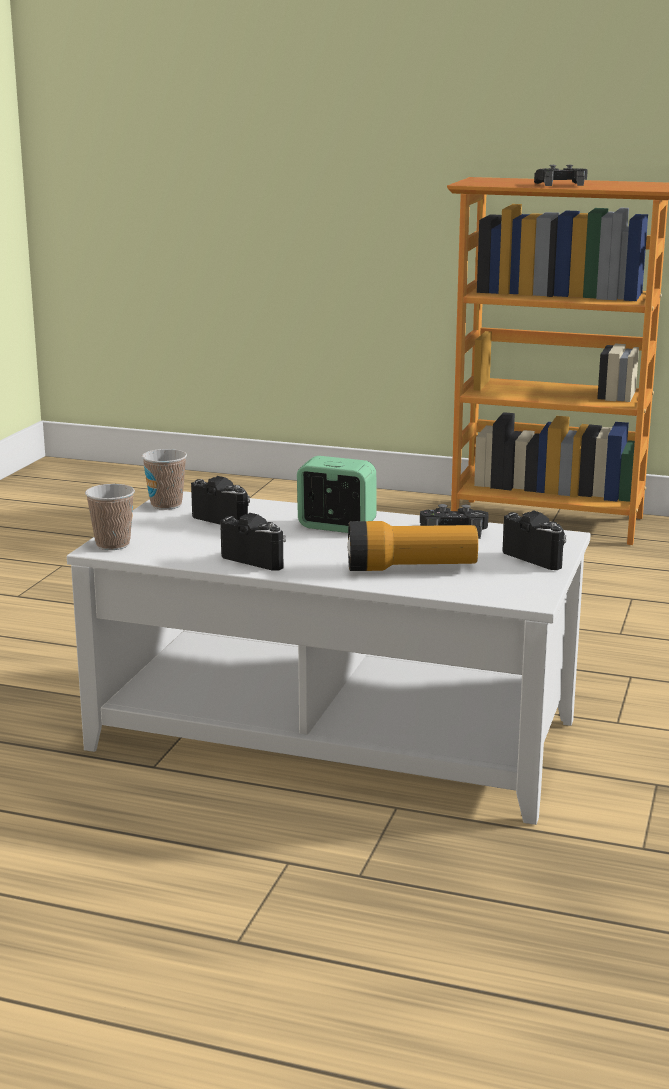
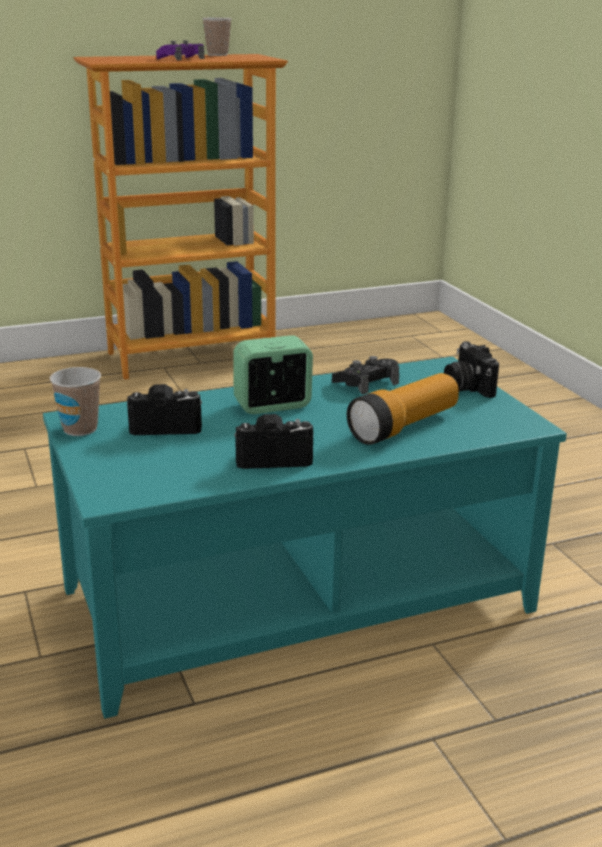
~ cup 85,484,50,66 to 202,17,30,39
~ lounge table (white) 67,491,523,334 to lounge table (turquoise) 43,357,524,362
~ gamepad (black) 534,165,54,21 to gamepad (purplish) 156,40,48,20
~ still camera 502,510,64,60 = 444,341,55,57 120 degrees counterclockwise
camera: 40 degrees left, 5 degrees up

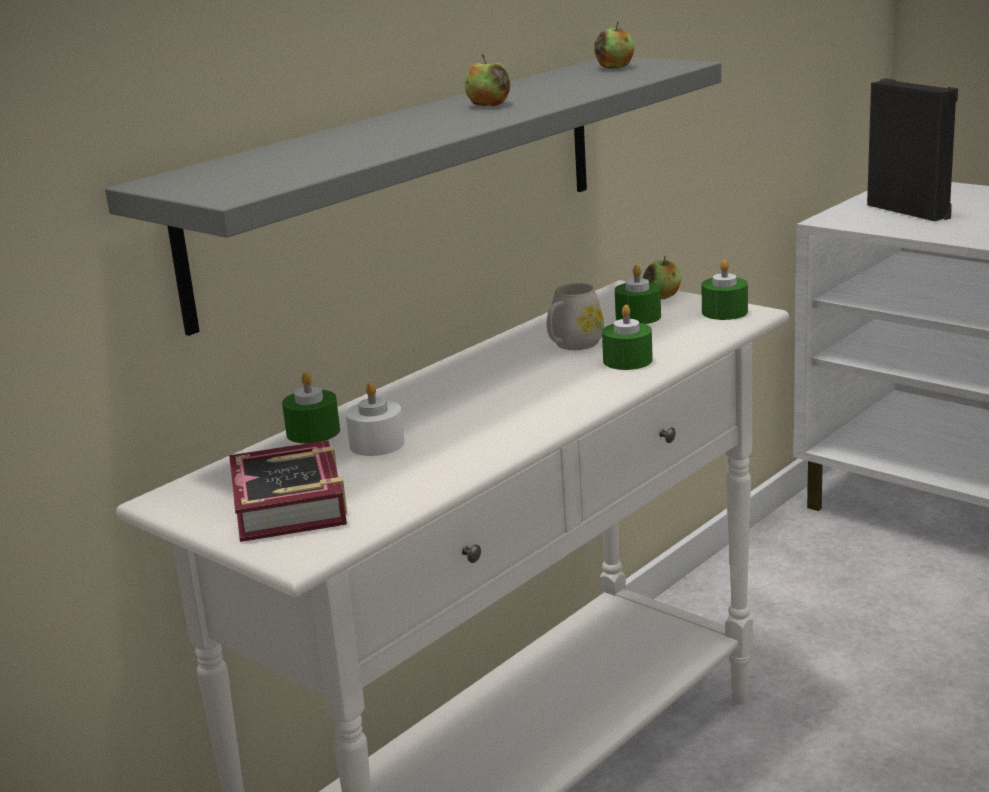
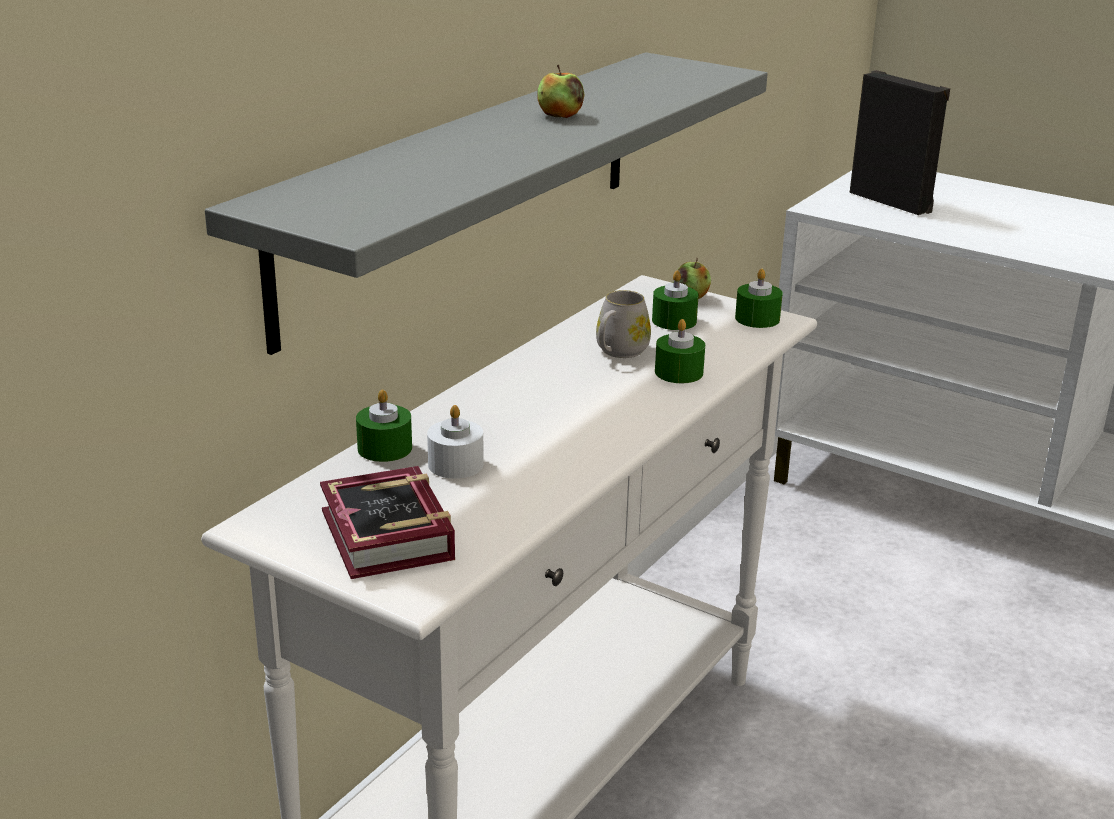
- whole apple 594,21,41,48
camera: 10 degrees left, 5 degrees up

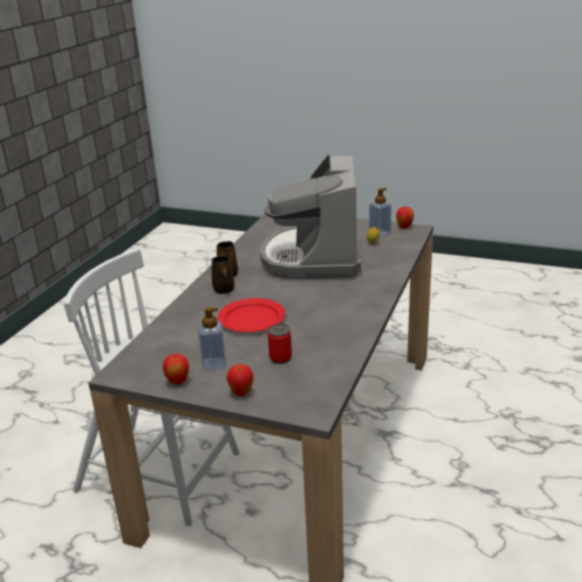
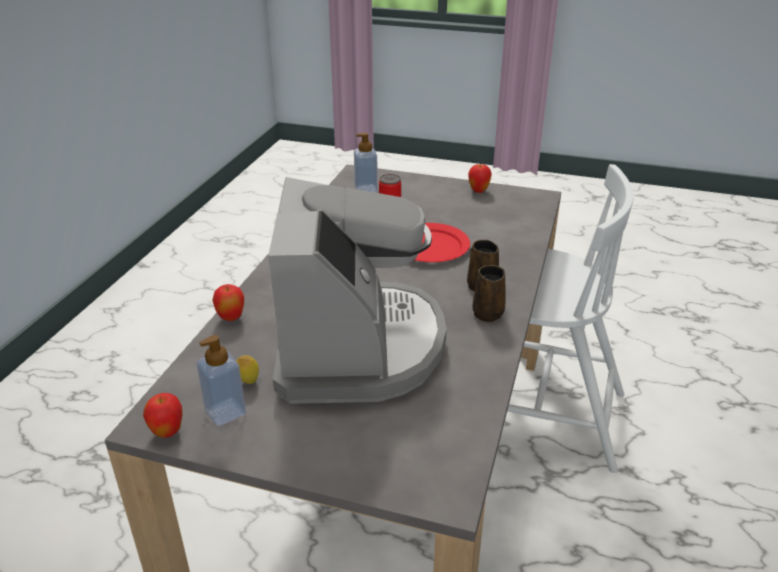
~ soap dispenser 199,307,27,64 to 354,133,24,60
~ whole apple 227,364,27,32 to 212,284,32,37
camera: 175 degrees right, 5 degrees up

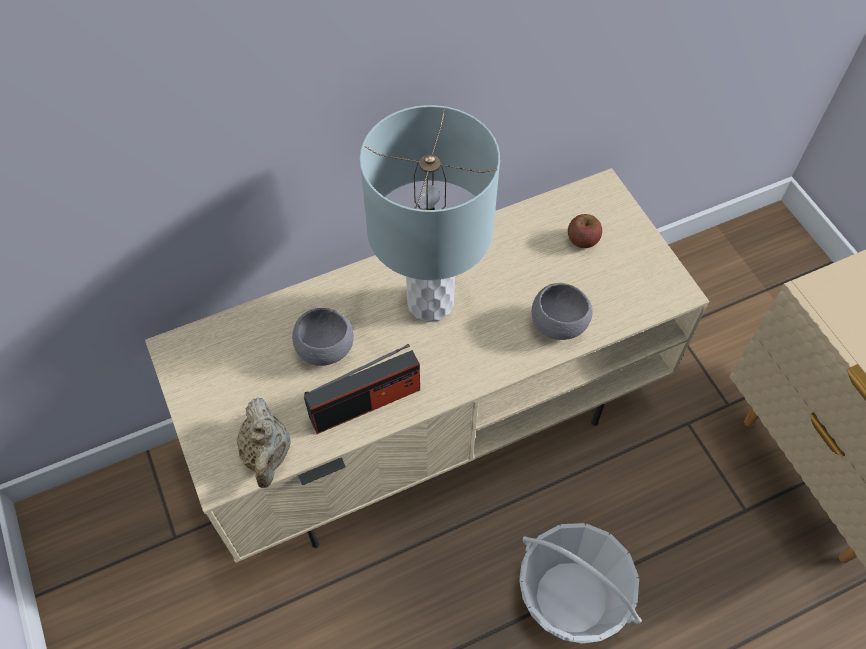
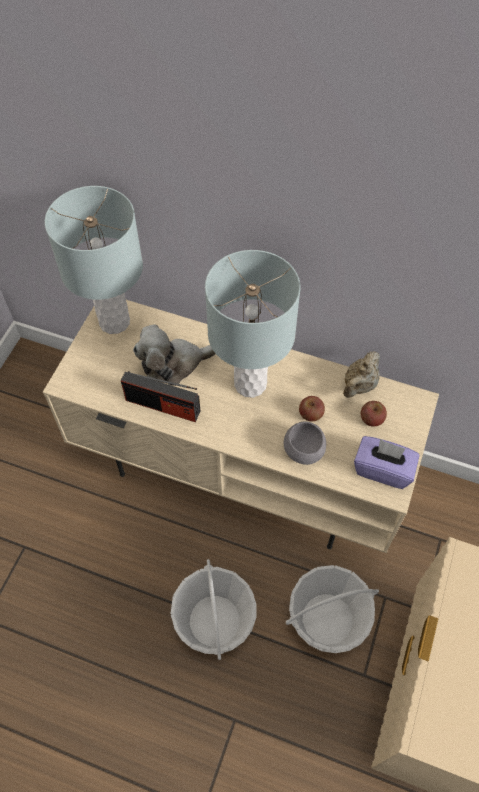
+ table lamp (greyish) 45,186,98,148
+ household basket 286,565,93,88
+ whole apple 299,396,26,26
+ tissue holder (purplish) 354,436,65,53
~ pot for tea (sand-coloured) 236,397,54,91 to 343,351,37,47
~ deep dish (greyish) 292,308,62,58 to cuddly toy 133,324,82,62
camera: 45 degrees right, 0 degrees up

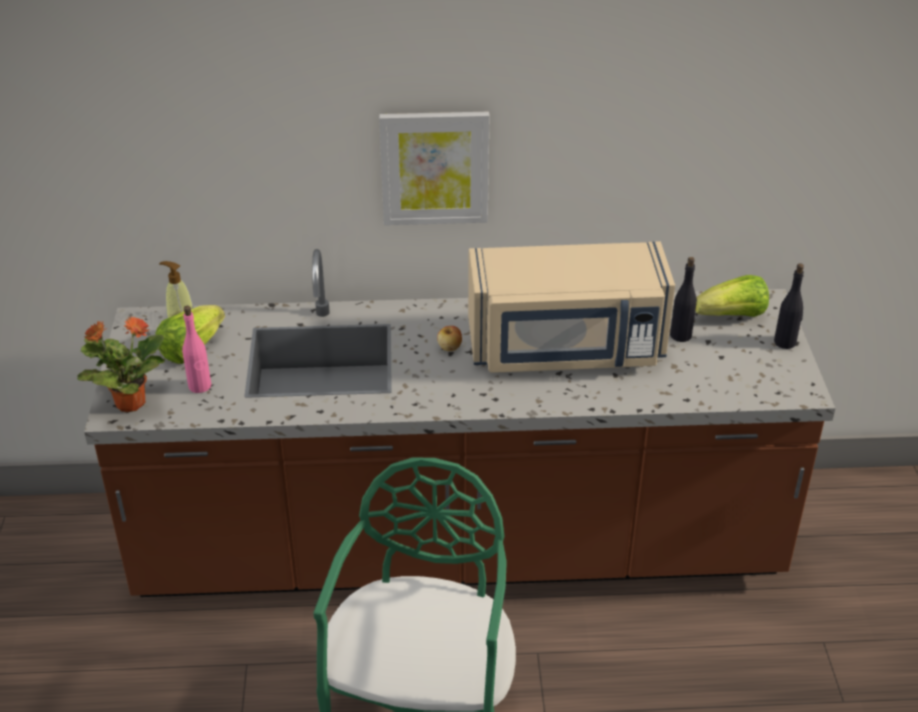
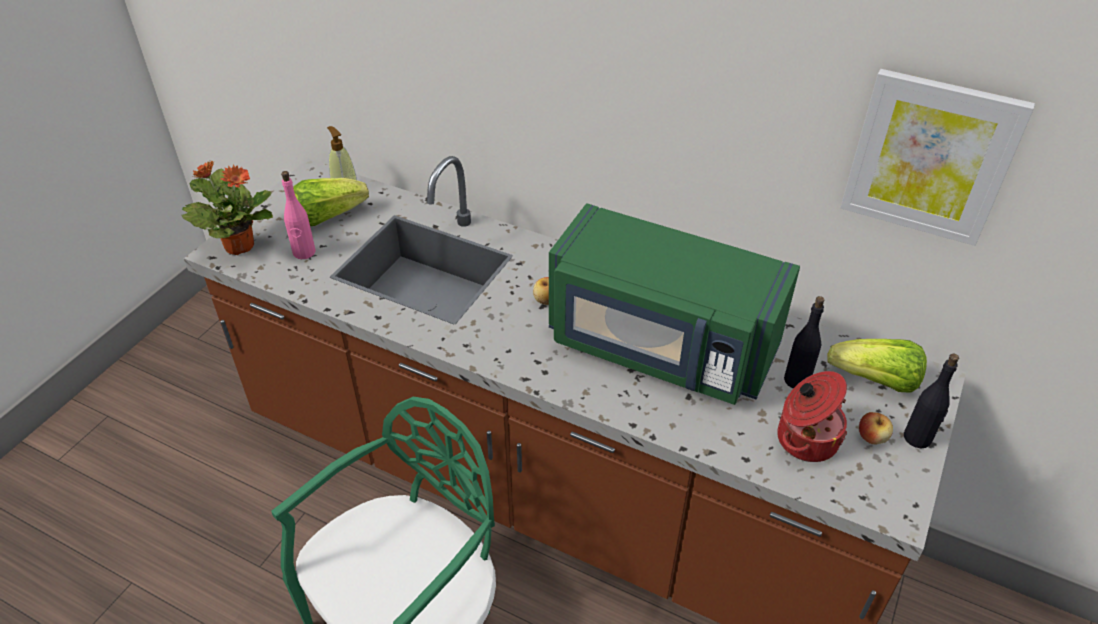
+ saucepot 777,371,70,91
+ whole apple 859,412,34,32
~ picture 379,112,111,113 to 840,69,195,177
~ microwave (sand-coloured) 468,241,207,132 to microwave (greenish) 549,203,251,202
camera: 30 degrees right, 5 degrees up

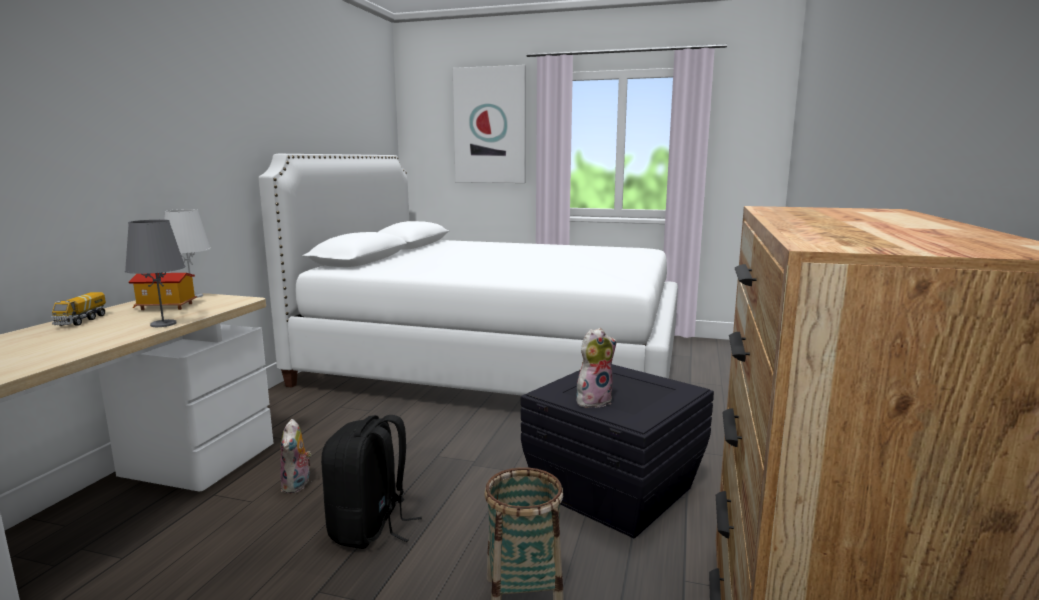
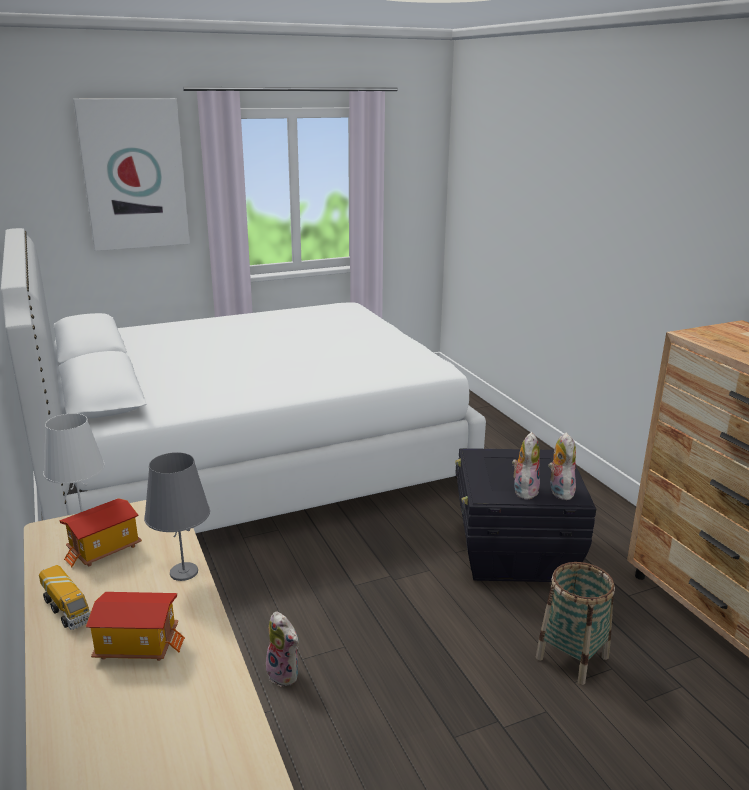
- backpack (black) 321,415,101,134
+ model house 86,592,99,69
+ cuddly toy 548,432,28,68
camera: 40 degrees left, 10 degrees up

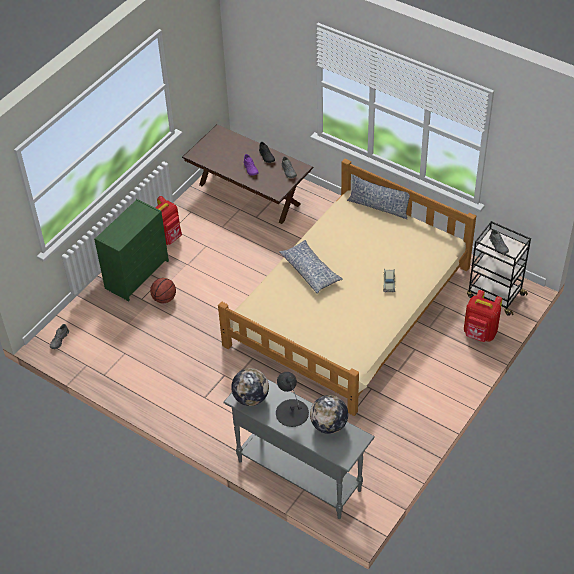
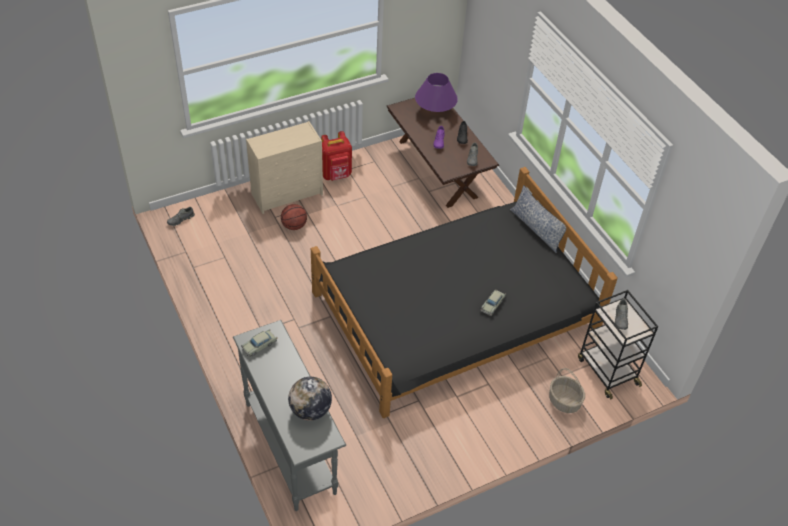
- table lamp (black) 276,372,33,55
- pillow 279,240,64,54
+ table lamp (purplish) 415,73,43,39
~ globe 231,368,38,38 to miniature car (sand-coloured) 241,329,36,28
~ backpack (reddish) 464,290,38,52 to household basket 549,368,36,45
~ drawer chest (greenish) 94,199,75,102 to drawer chest (sand-coloured) 246,121,77,93
~ bedroom bed (sand-coloured) 218,159,258,257 to bedroom bed (black) 311,167,307,251
camera: 25 degrees right, 0 degrees up

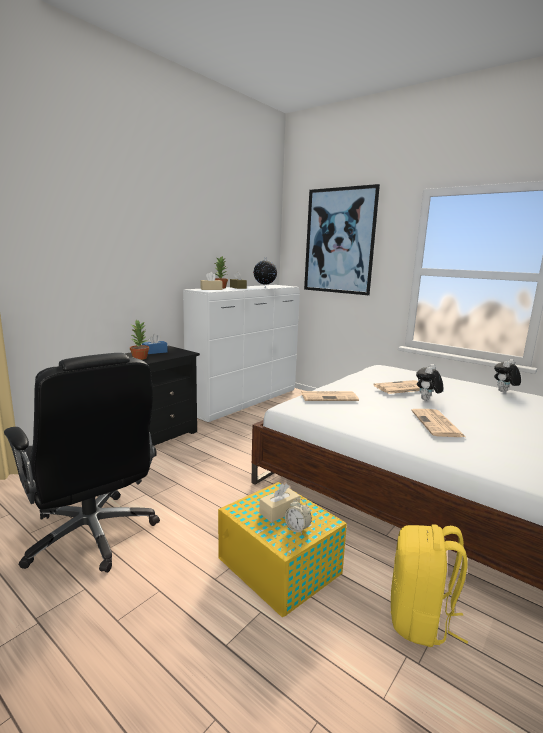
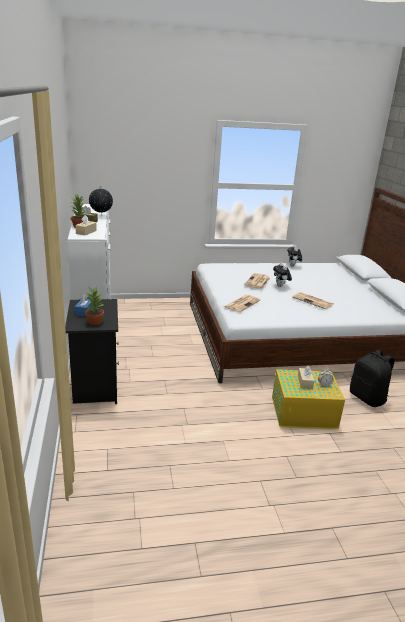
- computer chair (black) 4,353,156,220
- picture 304,184,76,111
~ backpack (yellowish) 391,524,77,123 to backpack (black) 350,350,45,57
camera: 50 degrees left, 10 degrees up

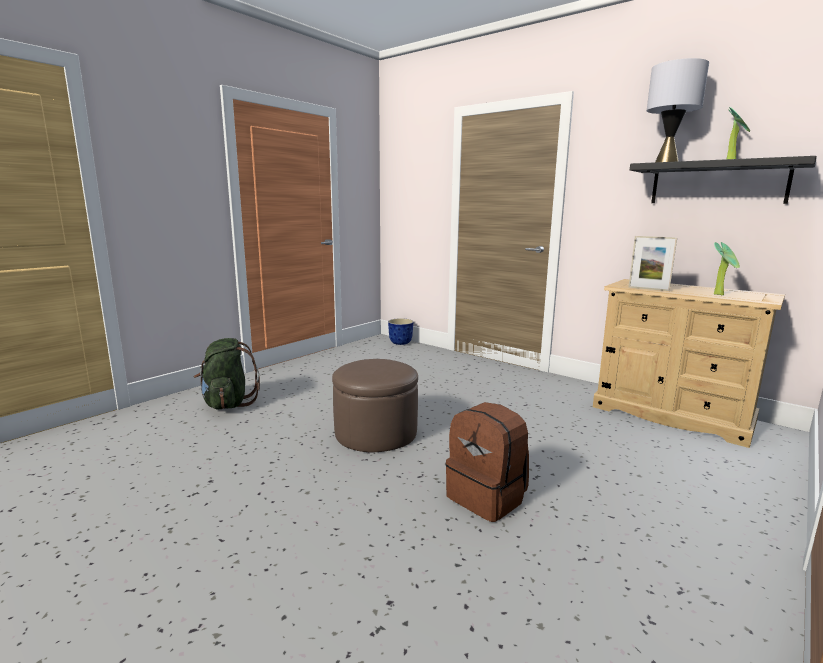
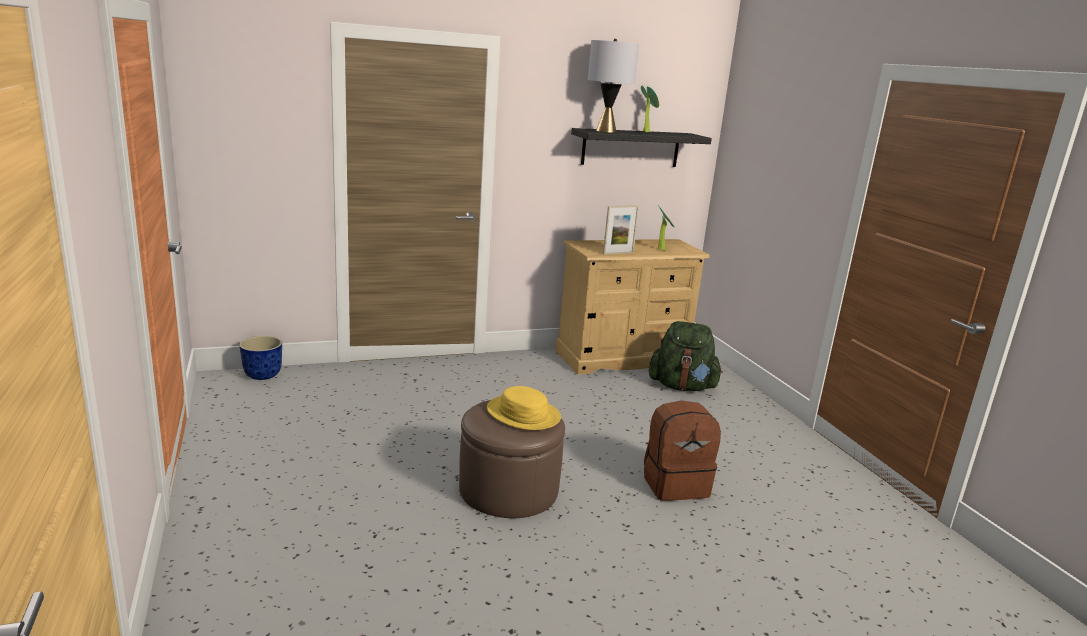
+ clothing hat (yellowish) 487,386,74,44
~ backpack (greenish) 194,338,66,72 to 649,321,74,70
camera: 60 degrees left, 5 degrees up

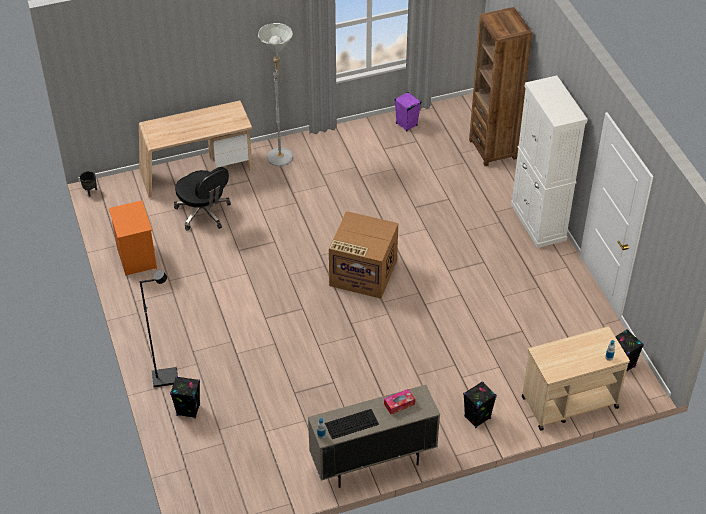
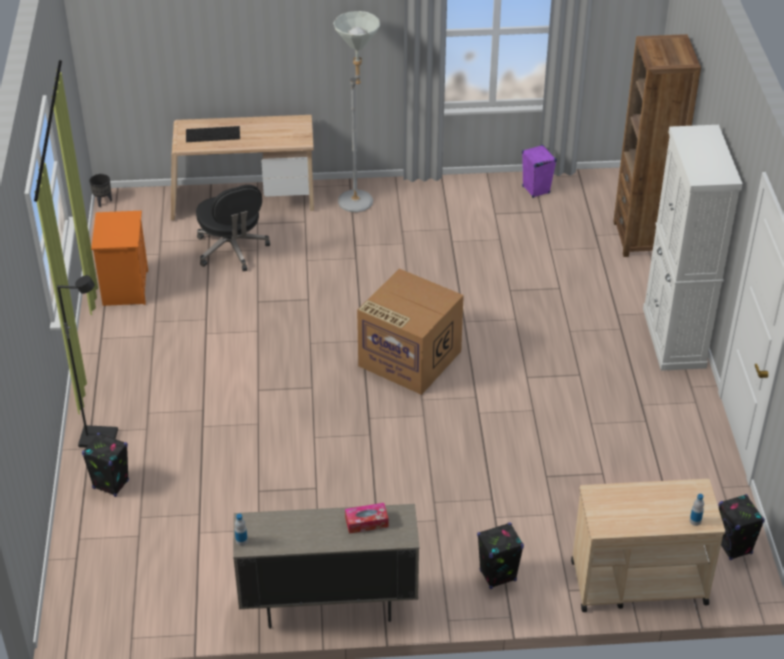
~ PC keyboard 325,409,54,30 to 186,126,54,16
camera: 15 degrees right, 5 degrees down

